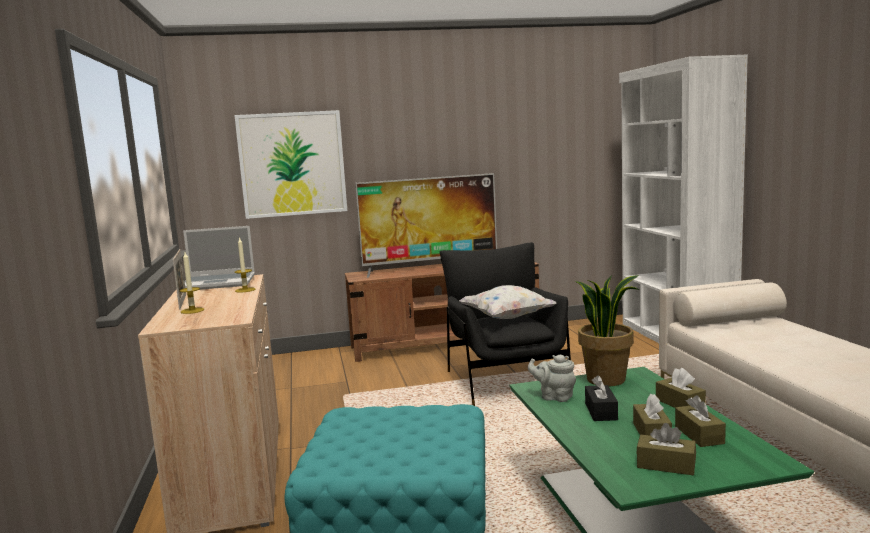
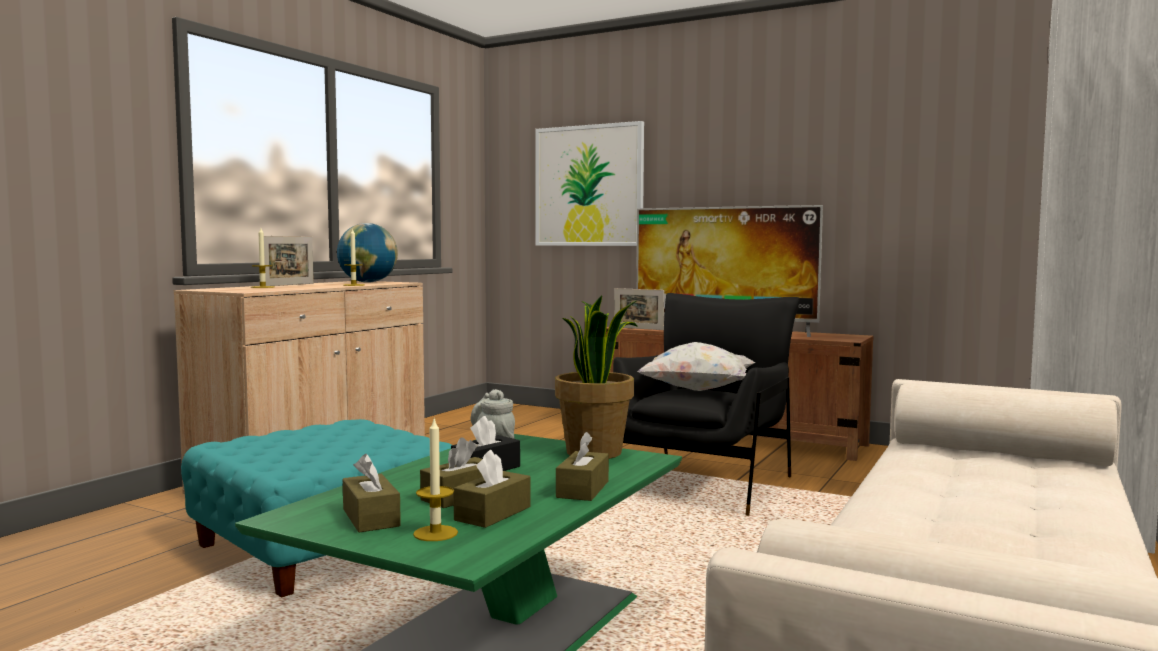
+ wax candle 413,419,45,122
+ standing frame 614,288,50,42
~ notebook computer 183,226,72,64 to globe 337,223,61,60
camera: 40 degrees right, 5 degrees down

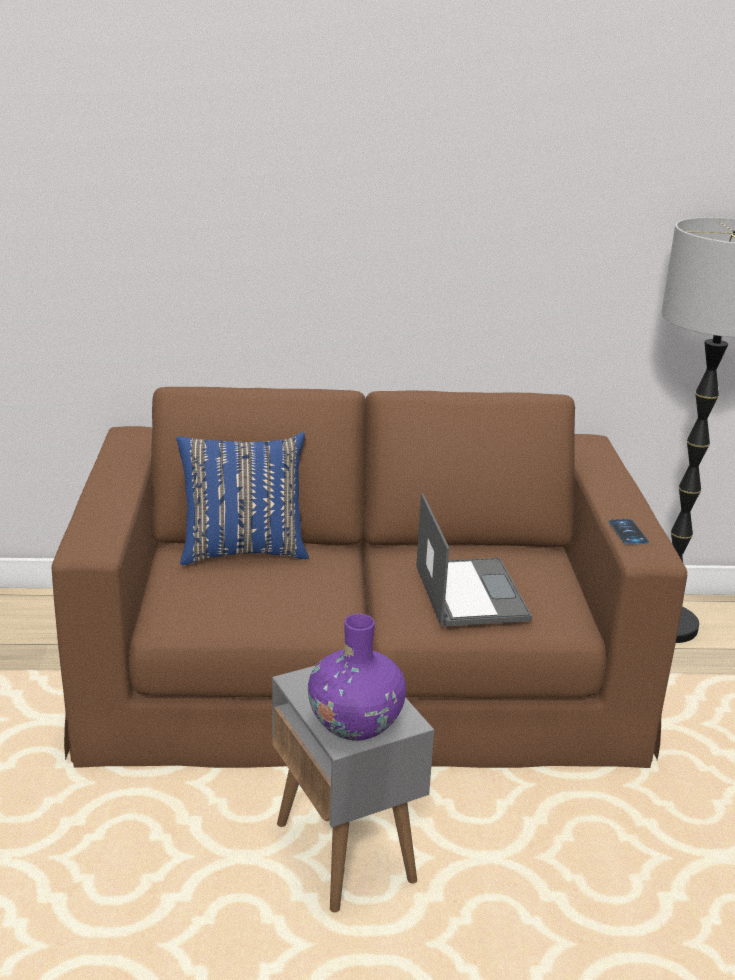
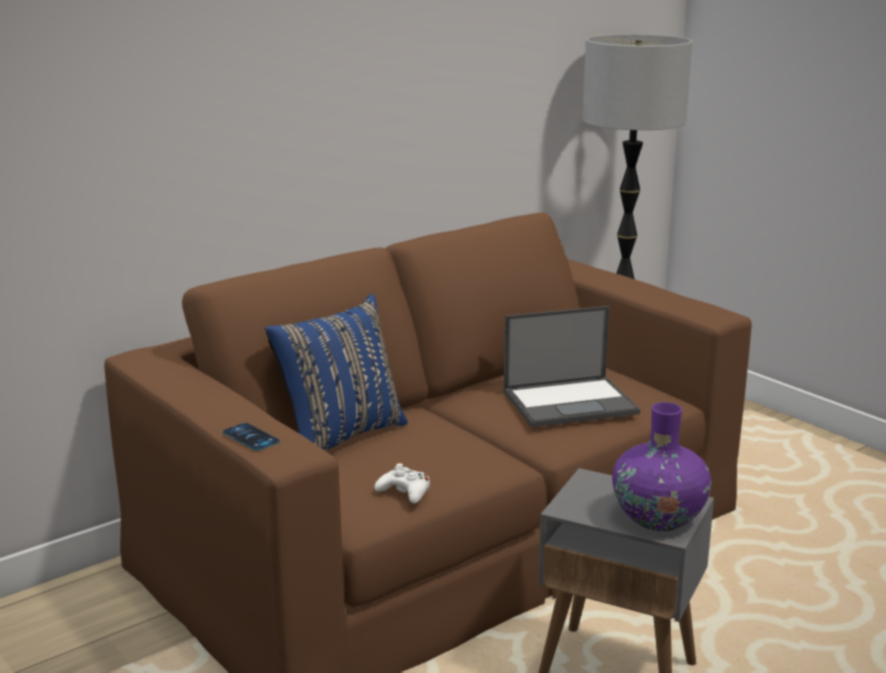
+ gamepad (white) 375,463,55,40
~ handset 609,519,40,26 to 222,423,58,28
~ notebook computer 416,493,116,134 = 504,306,136,121 120 degrees clockwise
camera: 35 degrees left, 5 degrees down

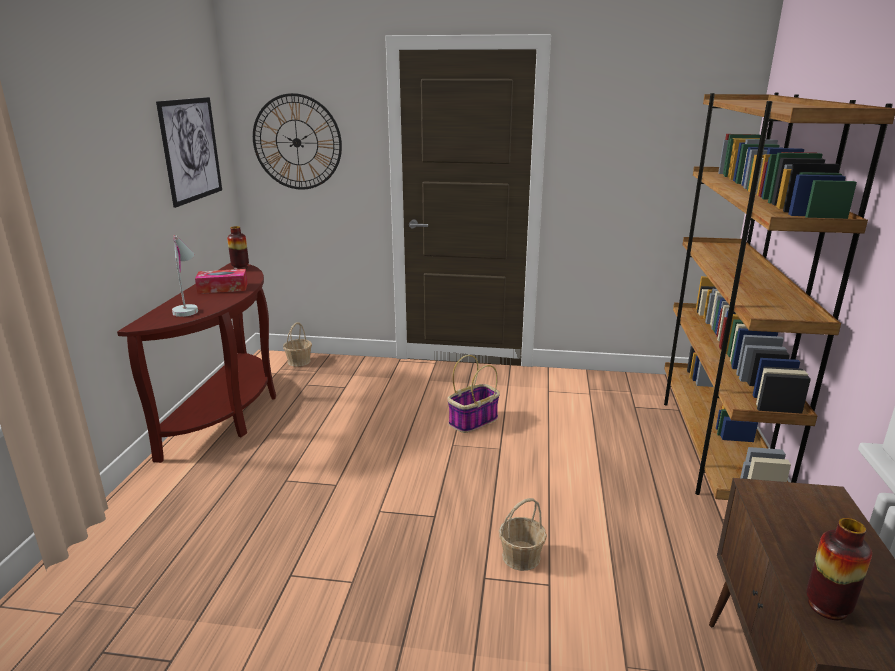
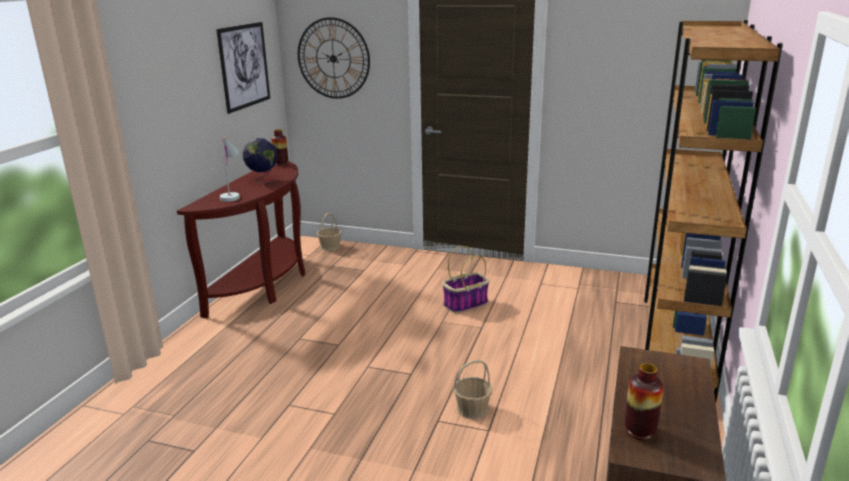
~ tissue holder 195,269,53,25 to globe 243,138,35,46
camera: 10 degrees right, 0 degrees up

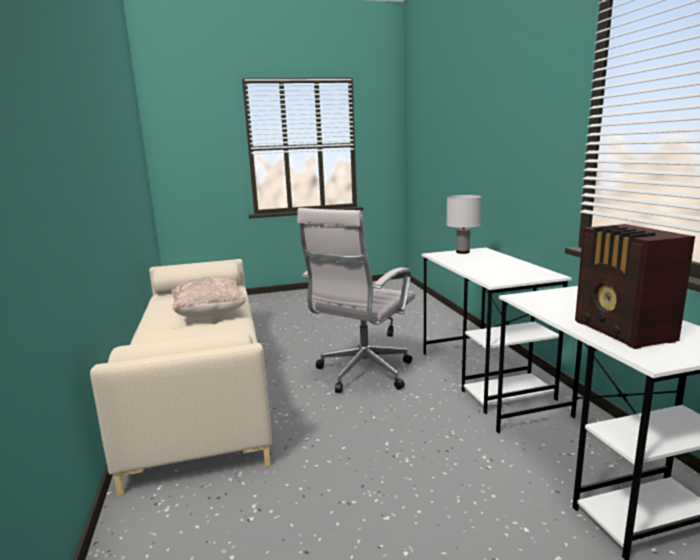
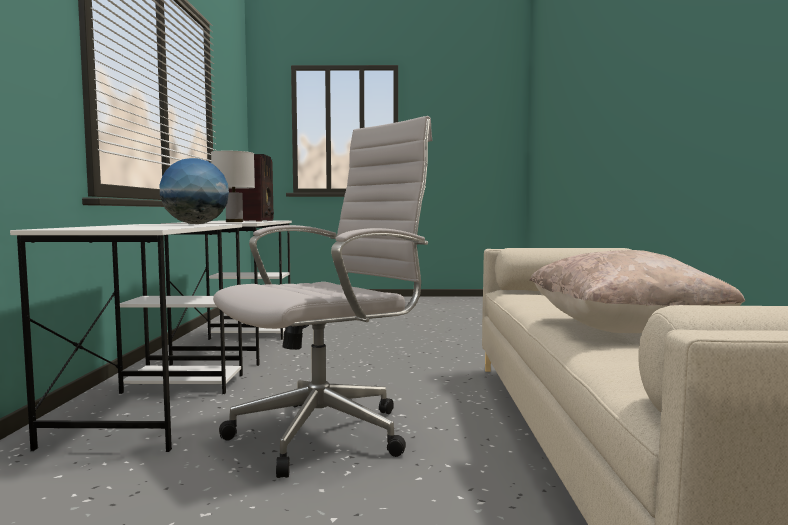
+ globe 160,158,69,66
~ table lamp (white) 446,195,36,59 to 211,151,44,71
camera: 165 degrees left, 10 degrees down

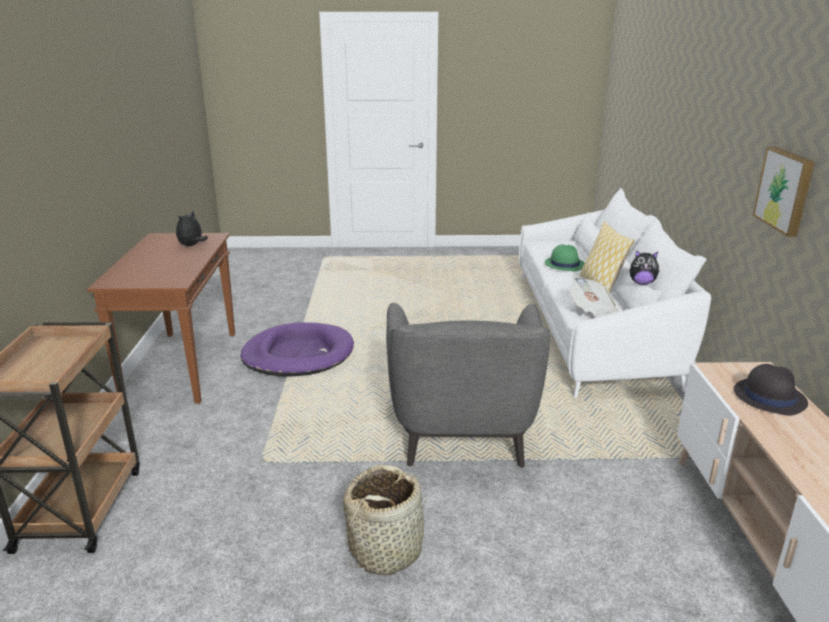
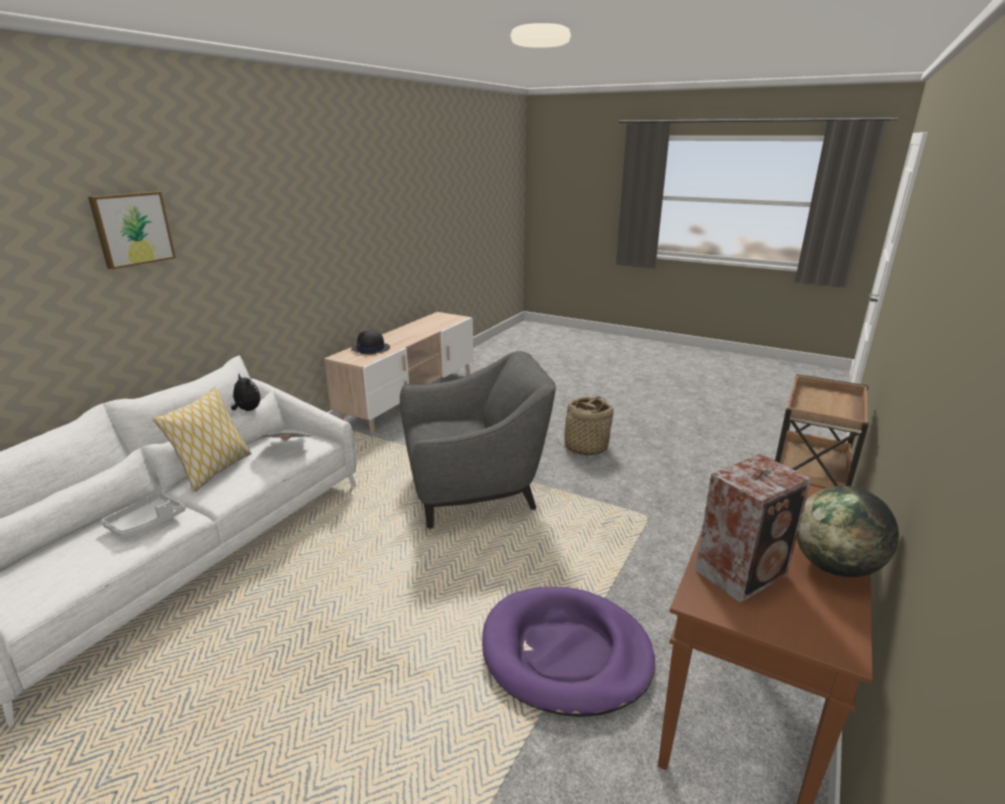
+ globe 797,486,102,91
~ picture 753,147,62,90 to 88,192,88,77
~ cuddly toy 176,211,32,35 to loudspeaker 695,454,116,149
~ clothing hat (greenish) 545,244,40,27 to serving tray (greyish) 101,492,84,46
~ lounge chair (greyish) 386,303,164,165 = 400,351,156,177 45 degrees clockwise
camera: 150 degrees left, 0 degrees up

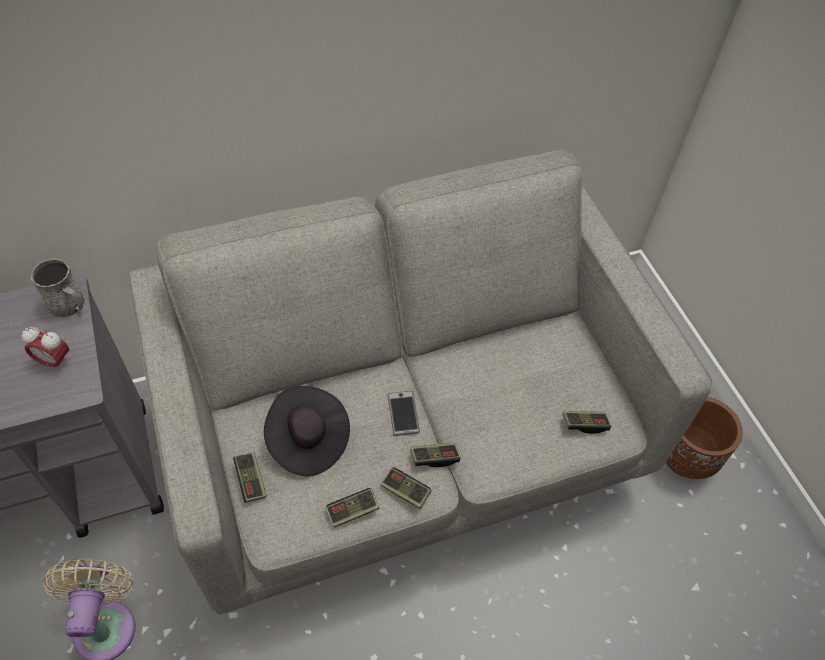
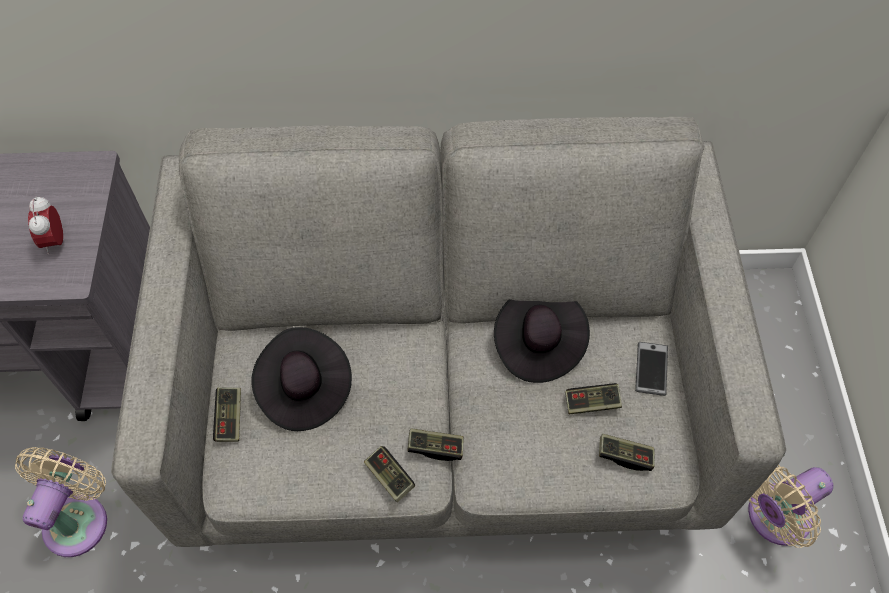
- tea mug (greyish) 31,258,54,59
+ clothing hat (black) 494,299,96,84
~ gamepad 326,488,53,40 to 565,383,57,31
~ handset 388,391,32,45 to 635,342,33,54
~ planter (brown) 666,397,77,82 to cooling fan (sand-coloured) 748,465,85,83
~ table clock 22,327,47,43 = 28,196,35,58 45 degrees clockwise
camera: 20 degrees right, 5 degrees up

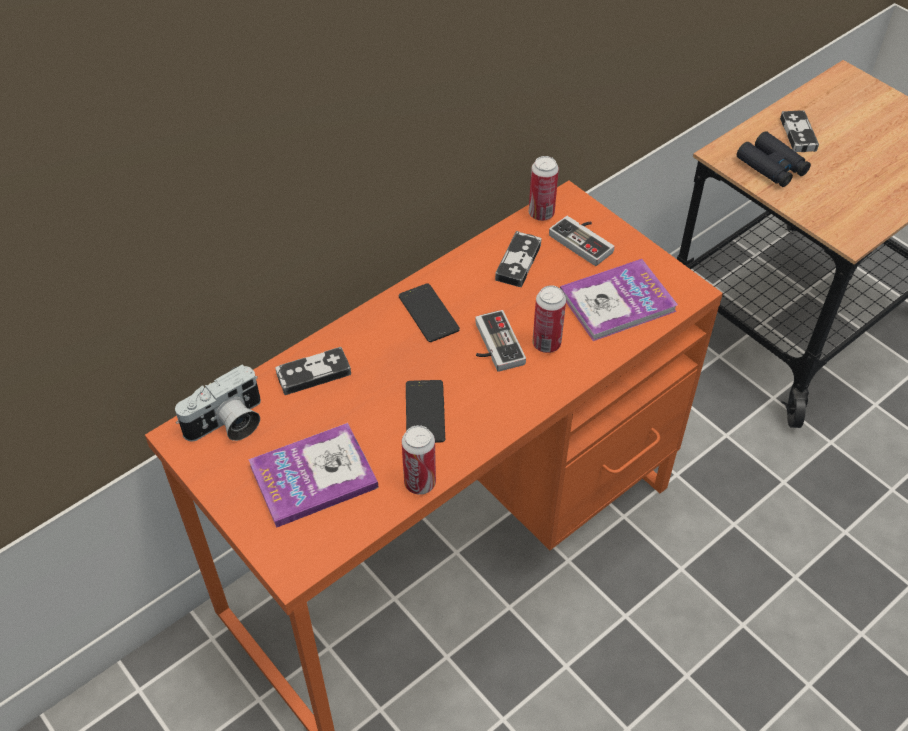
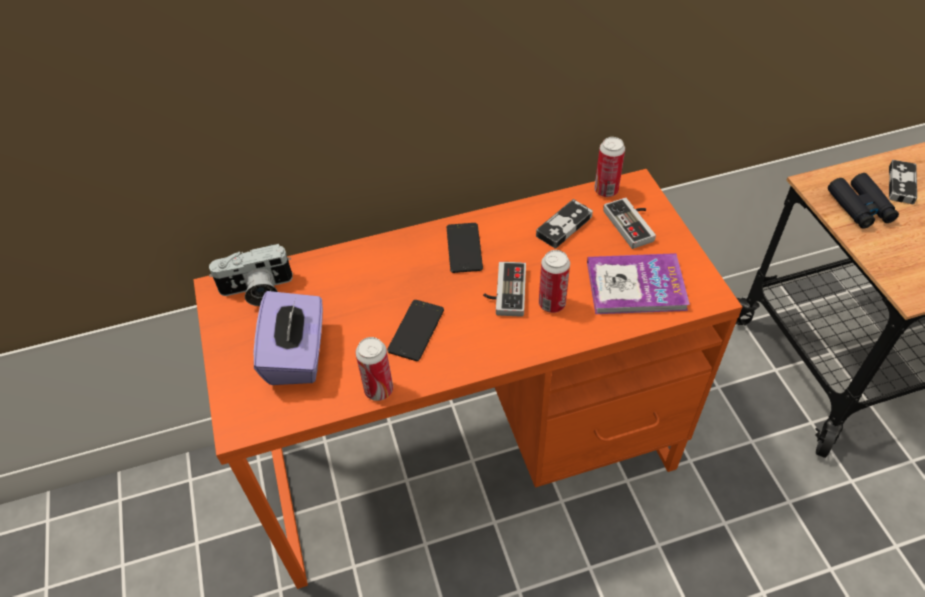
- gamepad 275,347,76,48
~ bound book 248,423,131,105 to tissue holder (purplish) 254,291,69,94
camera: 25 degrees right, 0 degrees up

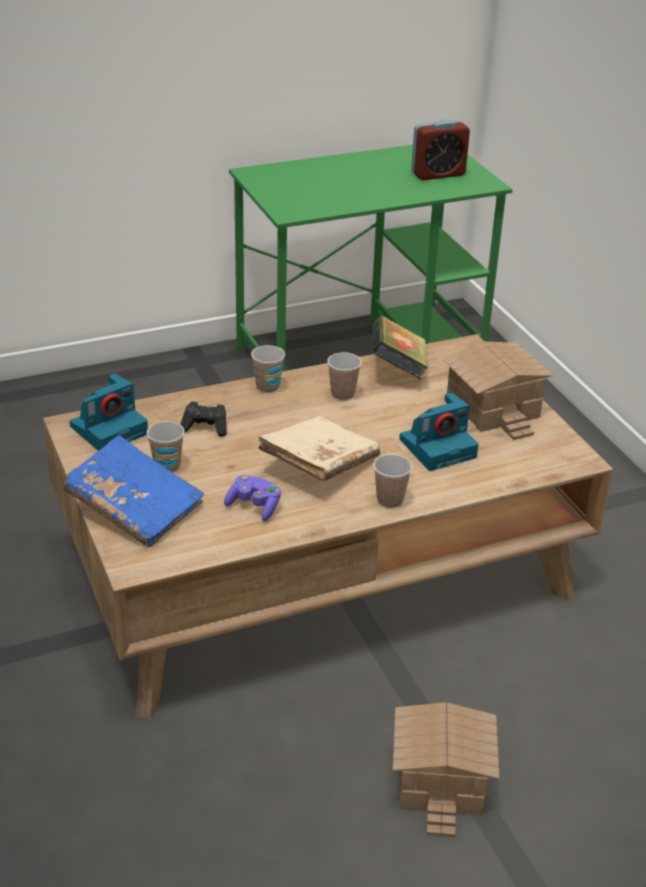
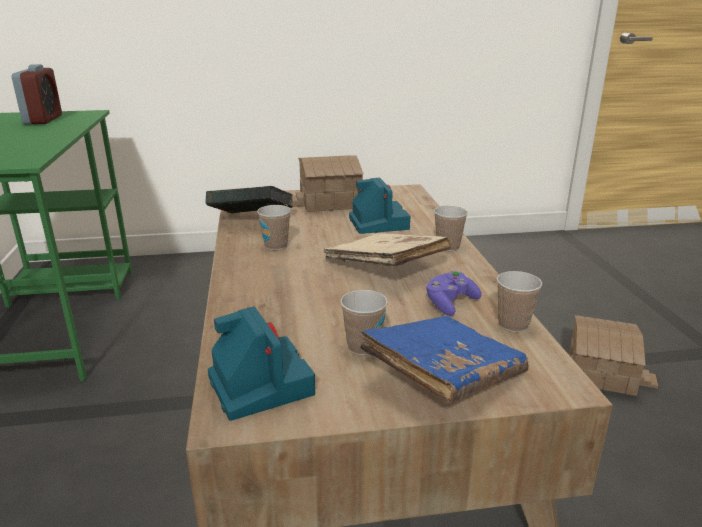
- gamepad (black) 180,401,47,36
~ cup 251,345,34,48 to 497,271,45,61
camera: 75 degrees left, 10 degrees down

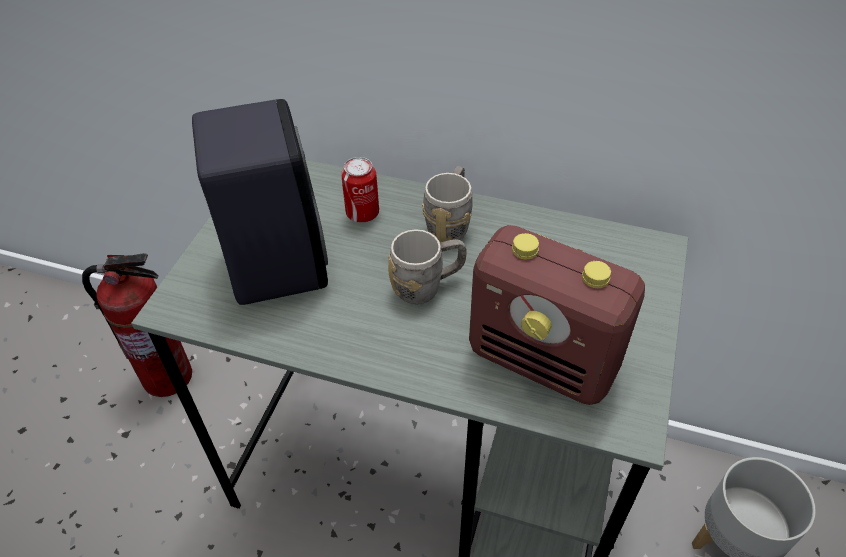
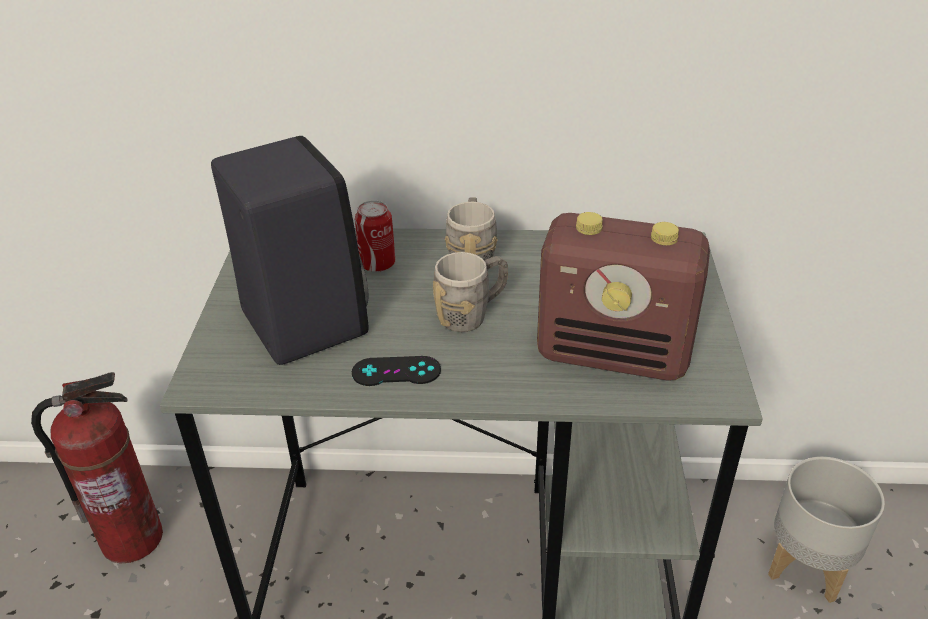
+ gamepad (black) 352,356,89,30
camera: 15 degrees left, 10 degrees down

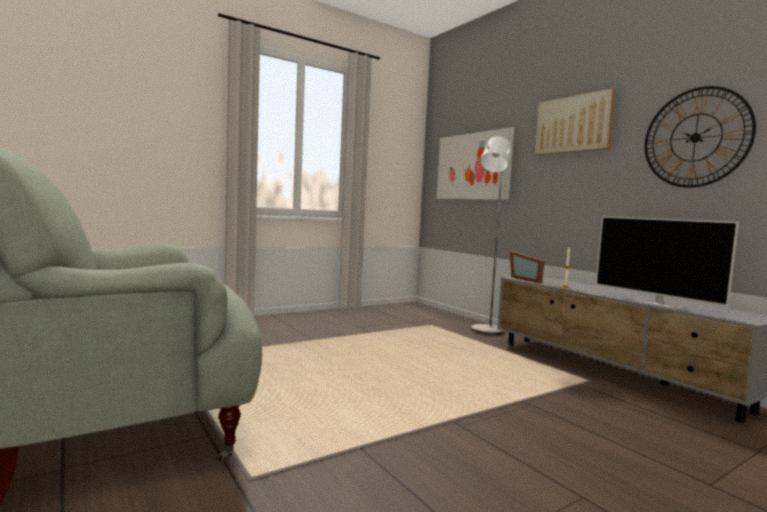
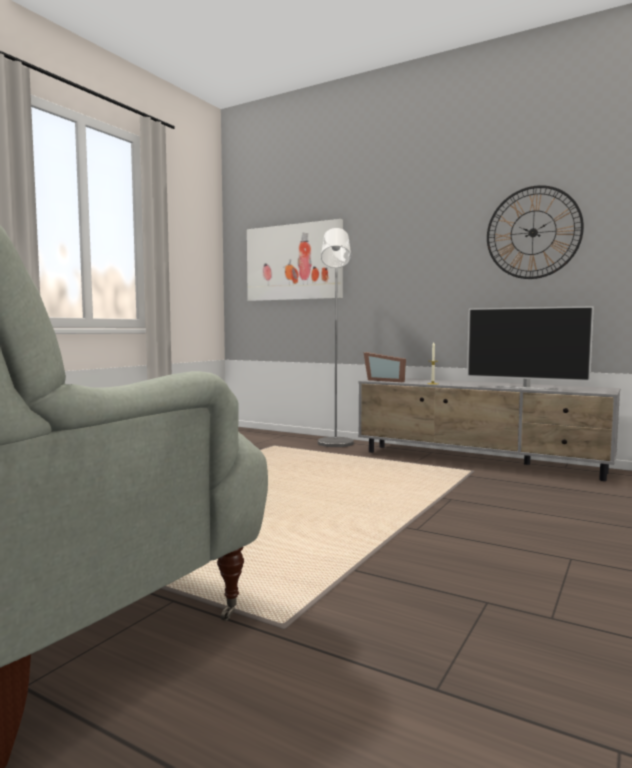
- picture 535,88,80,67
camera: 25 degrees left, 0 degrees up

